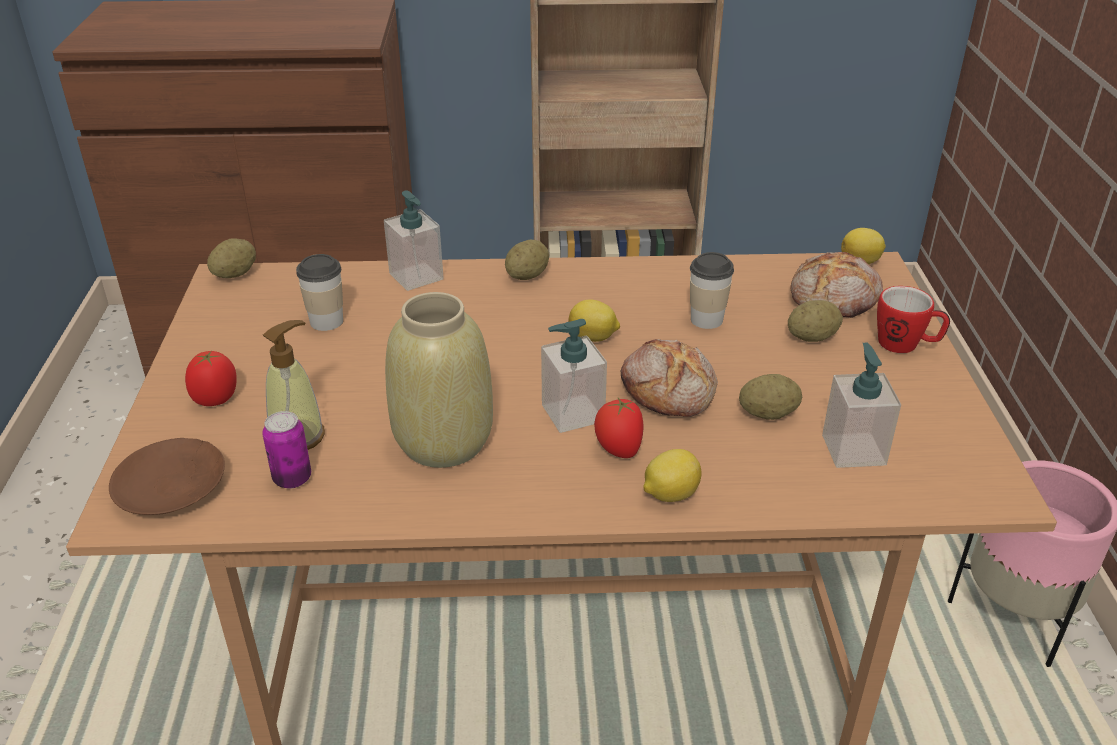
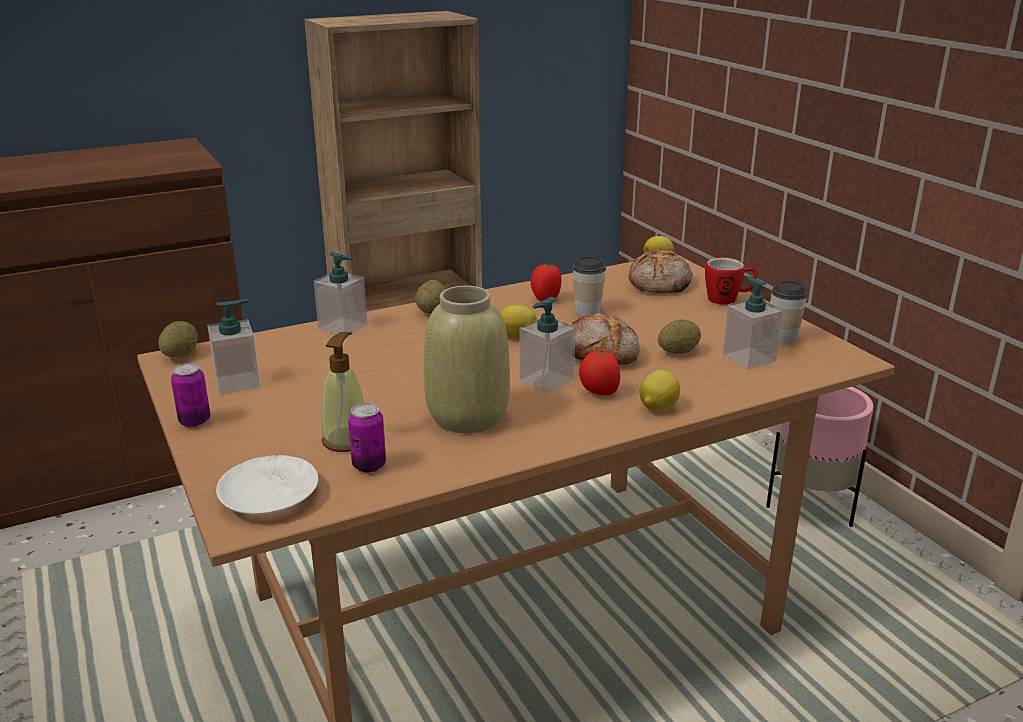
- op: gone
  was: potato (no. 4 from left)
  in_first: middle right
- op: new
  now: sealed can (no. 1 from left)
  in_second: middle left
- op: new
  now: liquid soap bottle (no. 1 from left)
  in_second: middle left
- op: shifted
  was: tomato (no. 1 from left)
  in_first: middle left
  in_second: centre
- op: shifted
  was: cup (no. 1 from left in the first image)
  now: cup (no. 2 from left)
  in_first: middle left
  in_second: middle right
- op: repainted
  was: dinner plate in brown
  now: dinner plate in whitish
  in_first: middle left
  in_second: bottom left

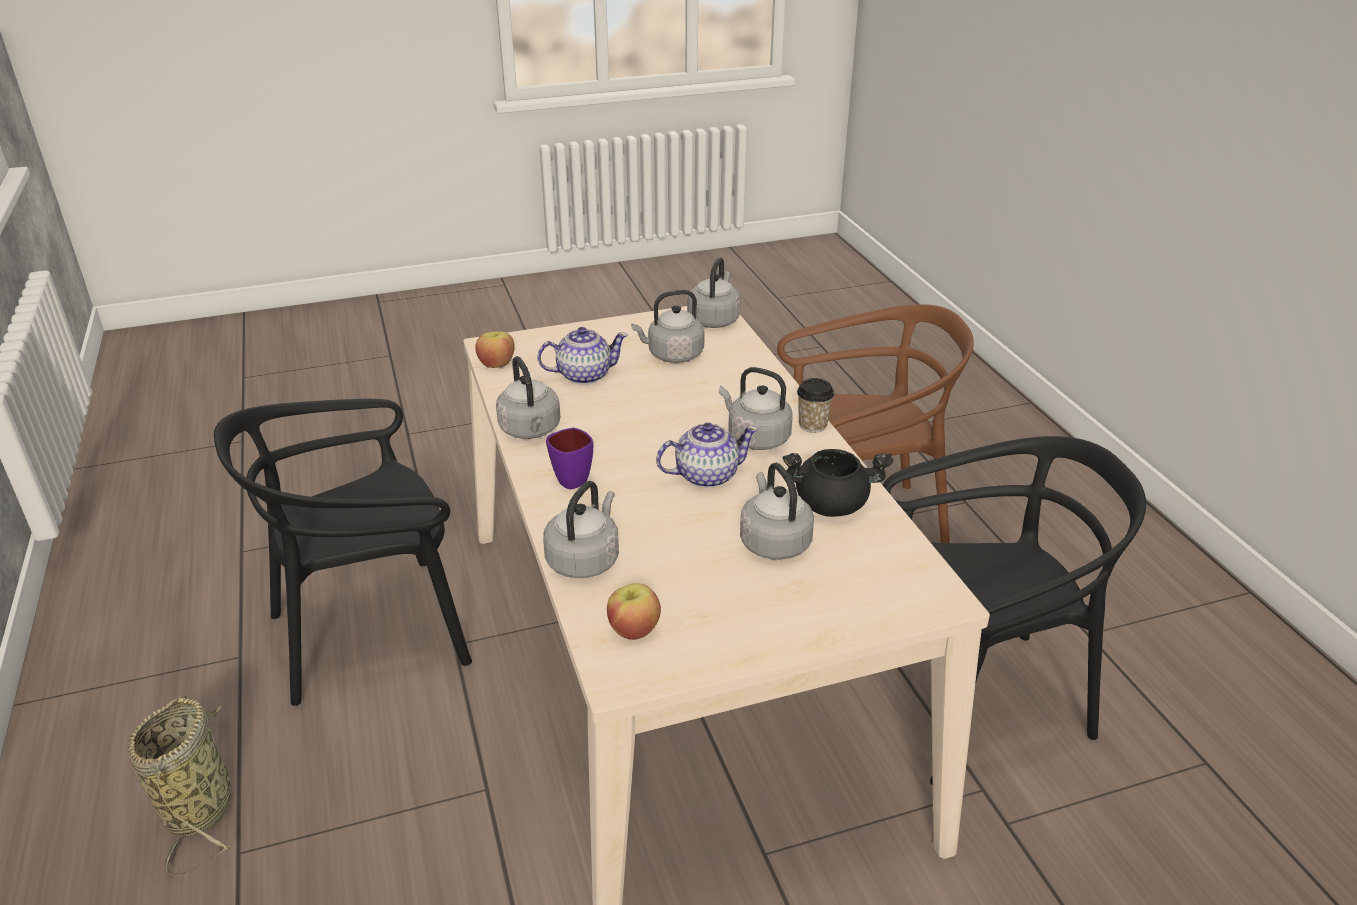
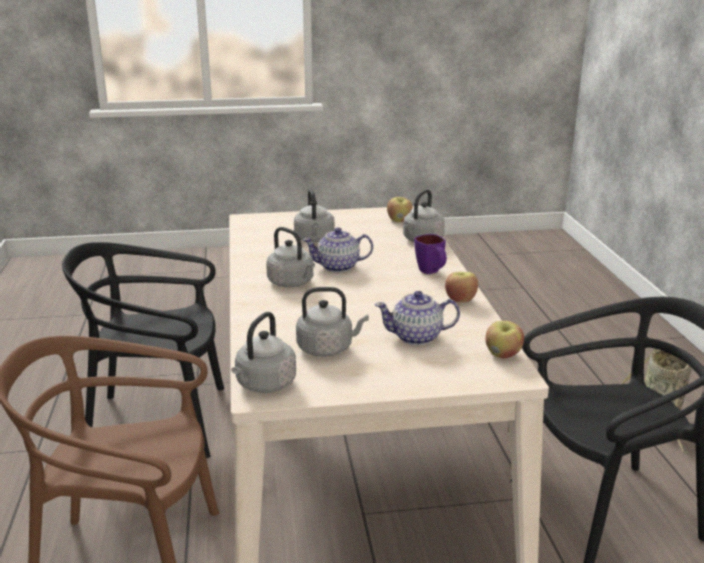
- op: gone
  was: stockpot in black-coloured
  in_first: centre
- op: gone
  was: cup
  in_first: centre
- op: swapped
  was: kettle in grey (no. 1 from left)
  now: apple fruit (no. 2 from left)
  in_first: centre
  in_second: centre

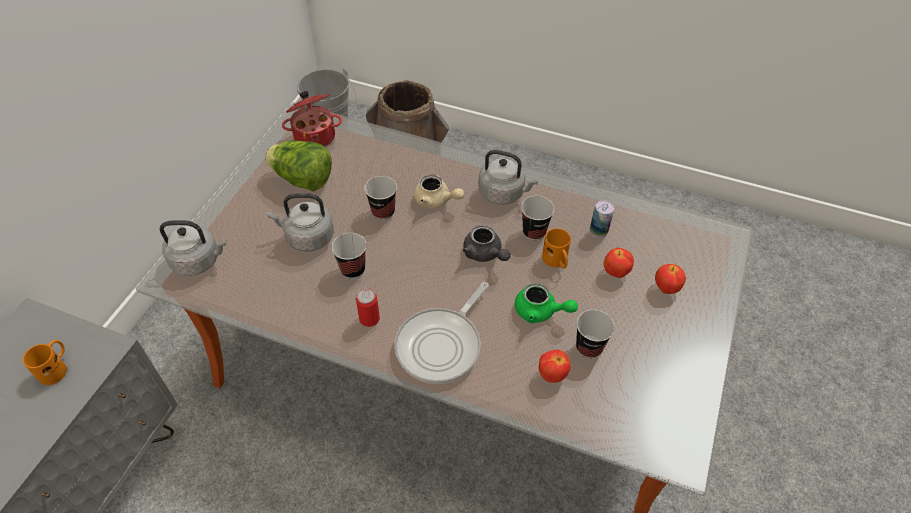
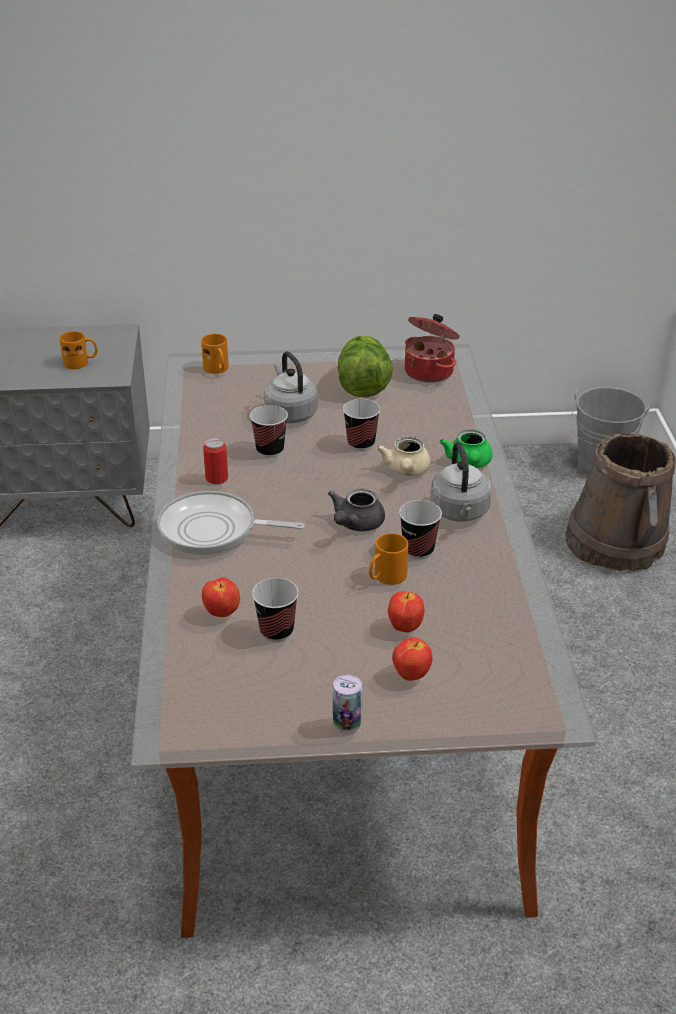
- op: shifted
  was: teapot in green-coloured
  in_first: centre
  in_second: middle right
- op: shifted
  was: sealed can (no. 2 from left)
  in_first: centre
  in_second: bottom centre
- op: swapped
  was: kettle in grey (no. 1 from left)
  now: coffee mug in orange (no. 2 from left)
  in_first: middle left
  in_second: middle left

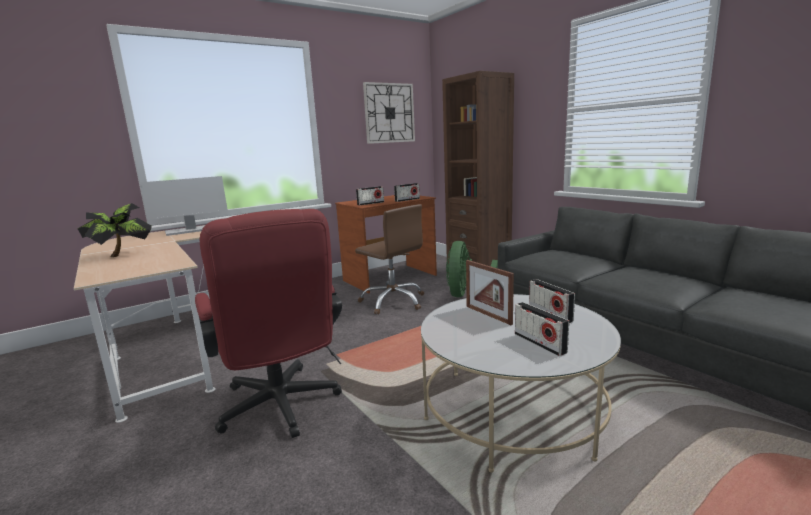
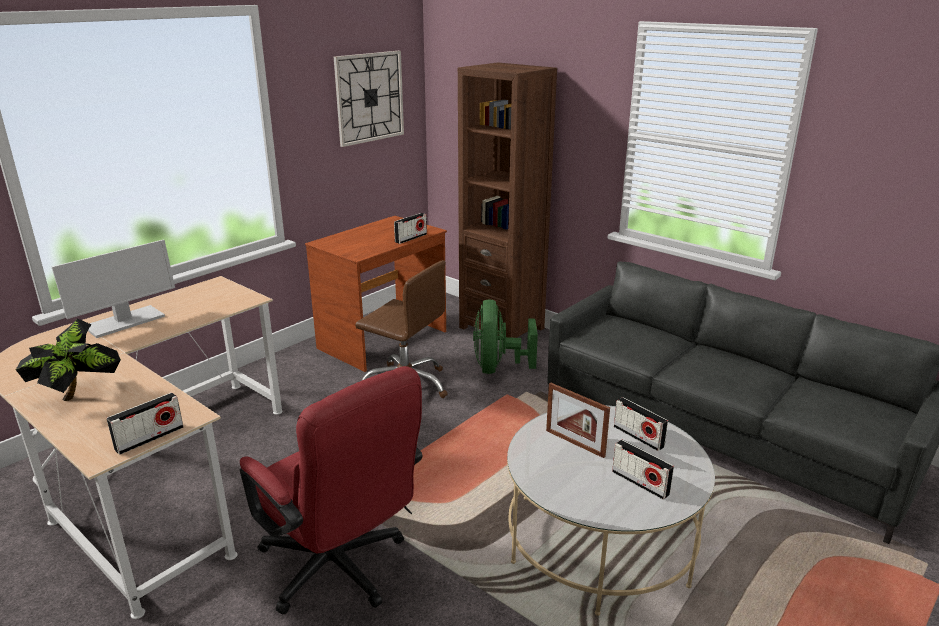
- op: shifted
  was: radio (no. 1 from left)
  in_first: centre
  in_second: bottom left

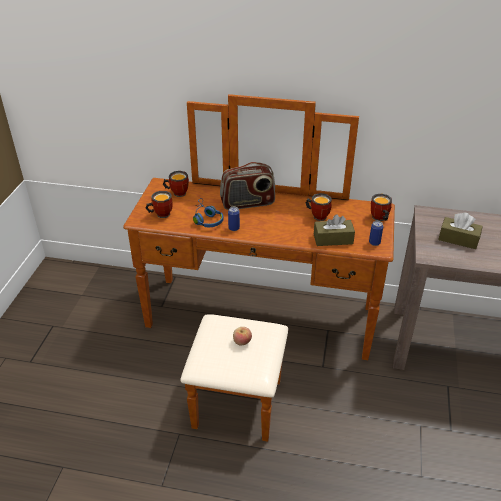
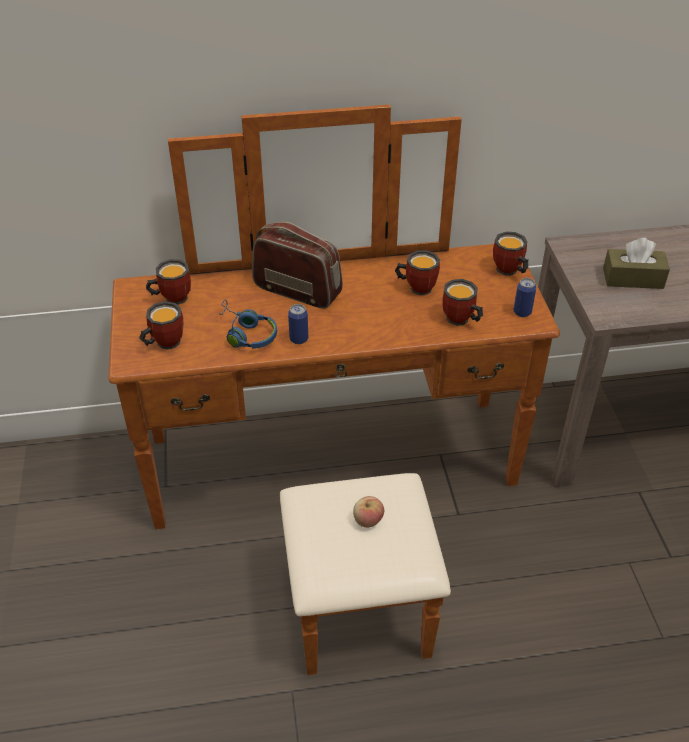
- op: swapped
  was: box of tissues in brown (no. 1 from left)
  now: coffee mug (no. 4 from left)
  in_first: middle right
  in_second: middle right
- op: rotated
  was: radio
  in_first: centre
  in_second: centre
  clockwise: -120

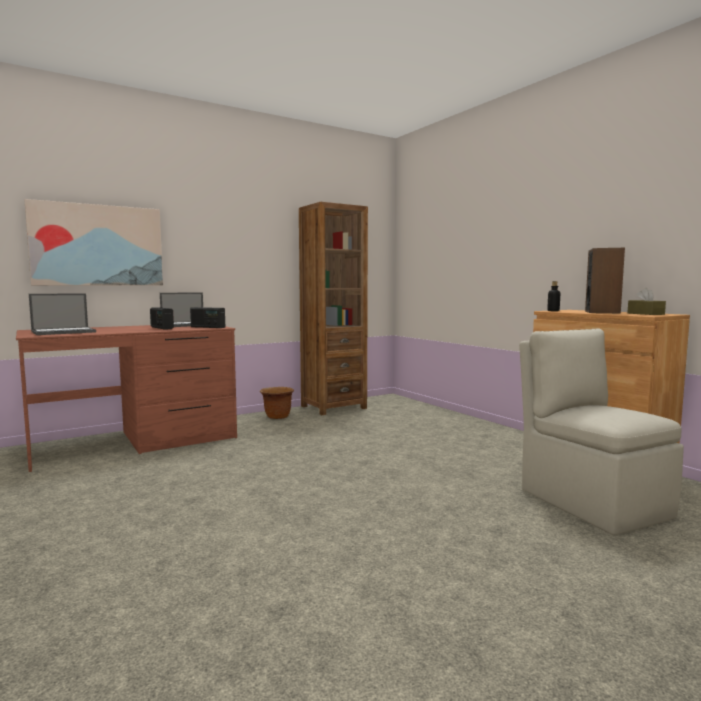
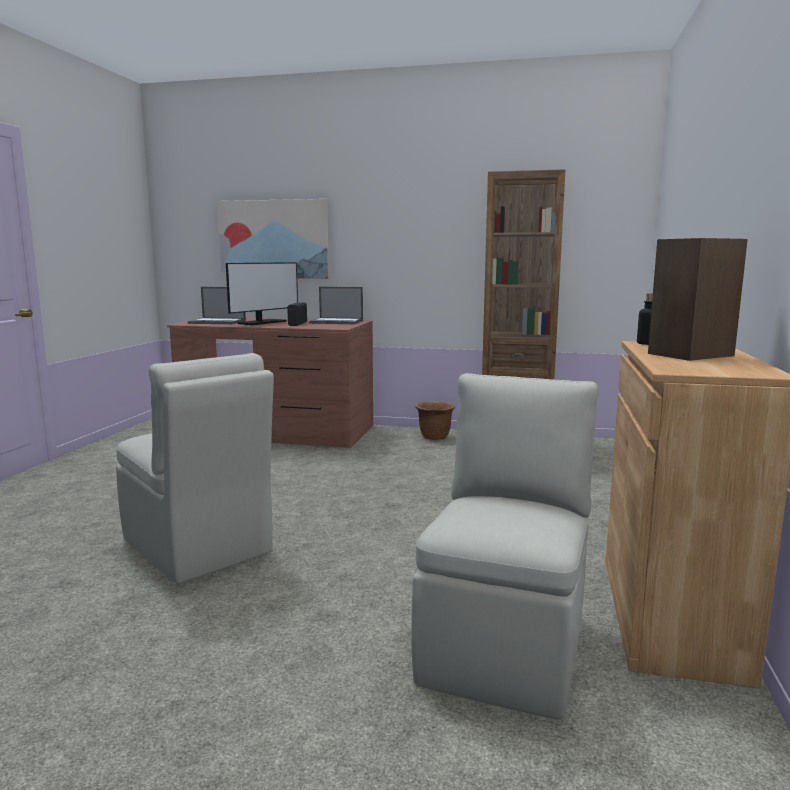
- op: gone
  was: radio (no. 2 from left)
  in_first: middle left
- op: gone
  was: box of tissues in brown
  in_first: middle right
- op: new
  now: plain chair in sand-coloured (no. 1 from left)
  in_second: middle left
- op: new
  now: monitor
  in_second: middle left

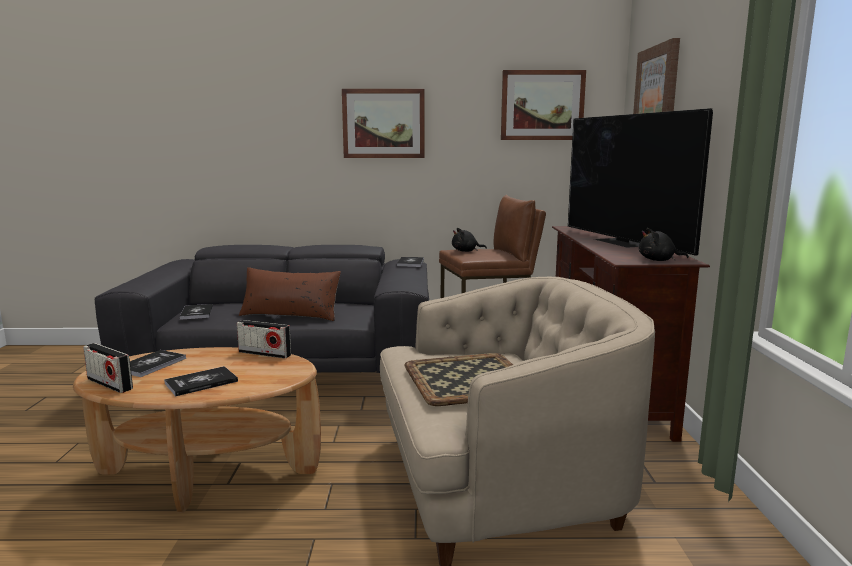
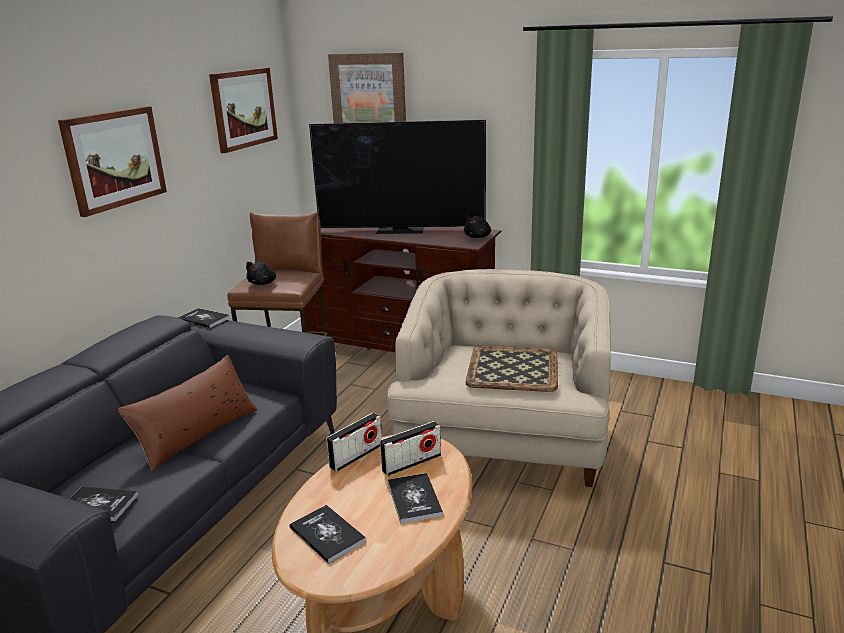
- op: shifted
  was: radio (no. 1 from left in the first image)
  now: radio (no. 2 from left)
  in_first: middle left
  in_second: bottom centre

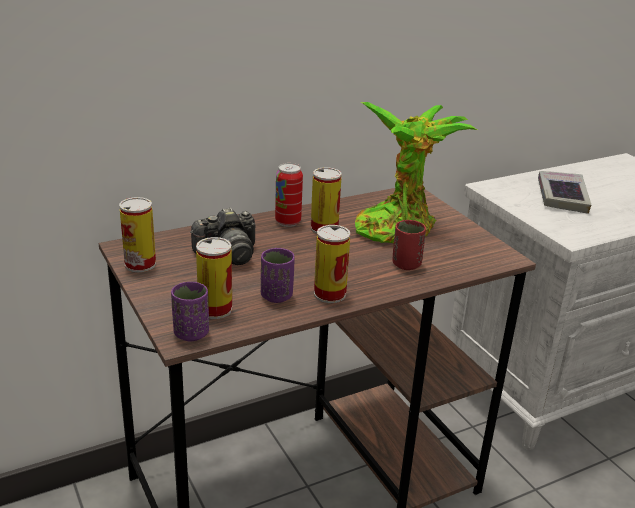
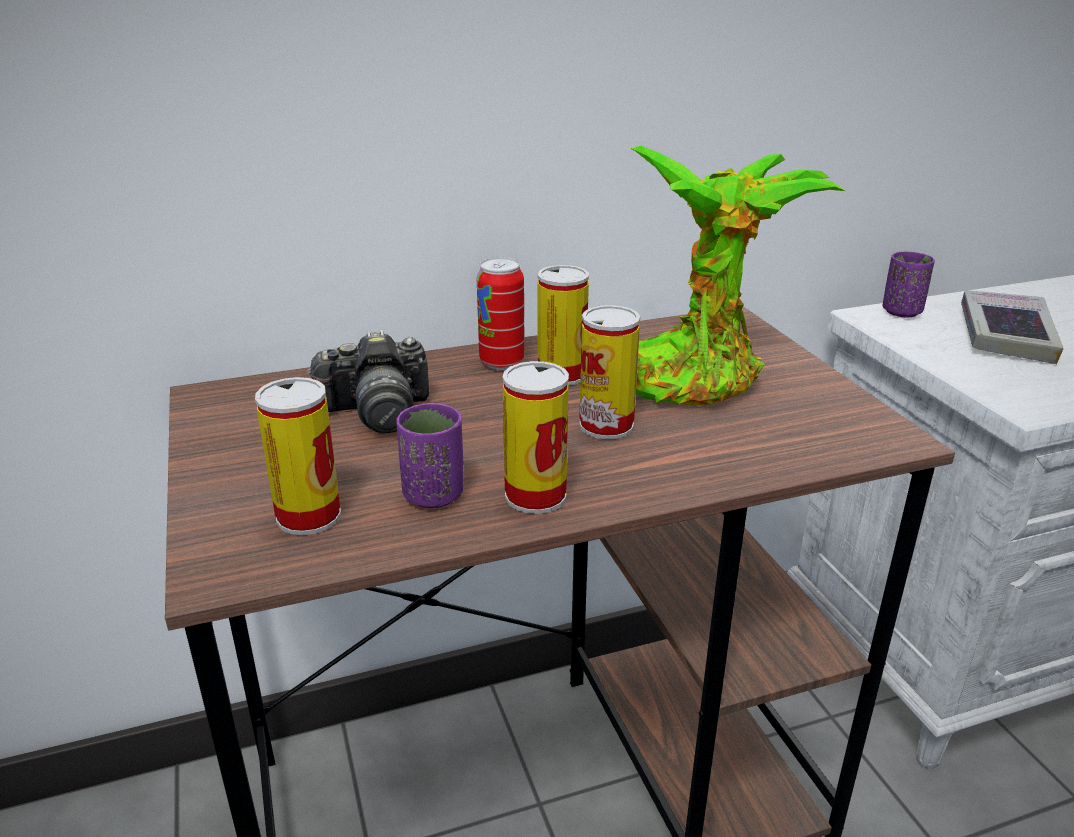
- op: gone
  was: cup in red-coloured
  in_first: centre
- op: shifted
  was: sealed can (no. 1 from left in the first image)
  now: sealed can (no. 5 from left)
  in_first: middle left
  in_second: centre
- op: shifted
  was: cup in purple (no. 1 from left in the first image)
  now: cup in purple (no. 2 from left)
  in_first: middle left
  in_second: middle right

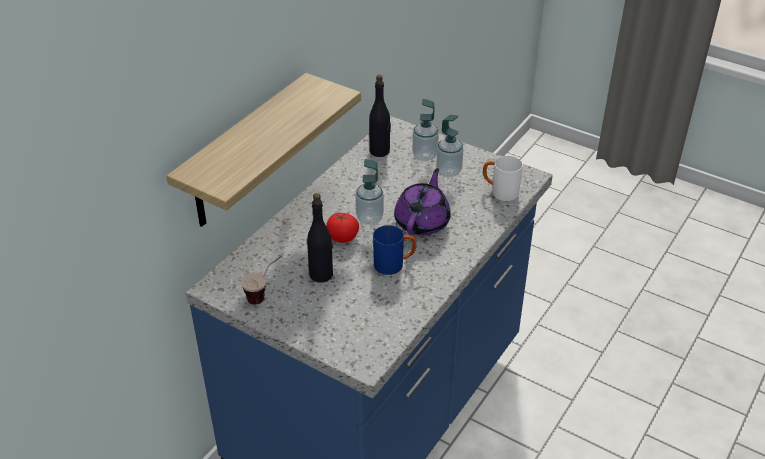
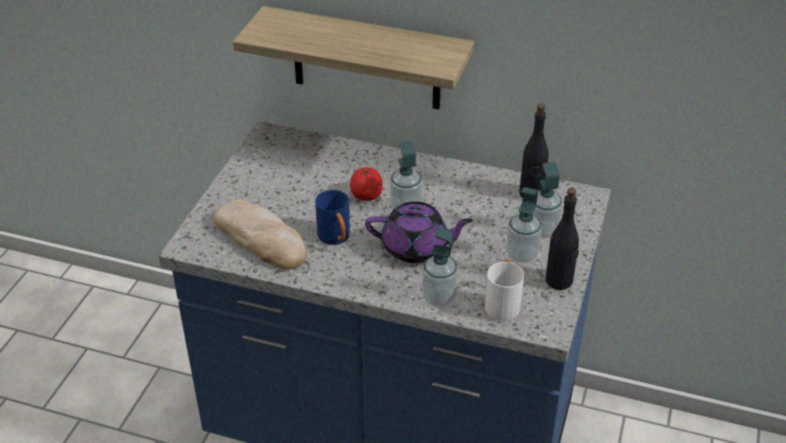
- op: gone
  was: cup
  in_first: centre
- op: new
  now: bread
  in_second: middle left
- op: new
  now: liquid soap bottle (no. 2 from left)
  in_second: centre
- op: shifted
  was: drink bottle in black-coloured (no. 1 from left in the first image)
  now: drink bottle in black-coloured (no. 2 from left)
  in_first: centre
  in_second: middle right

